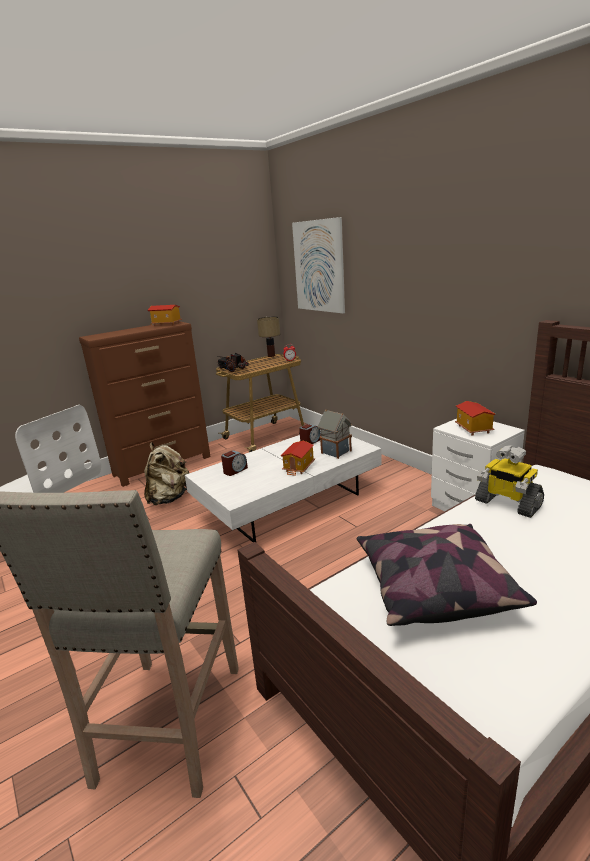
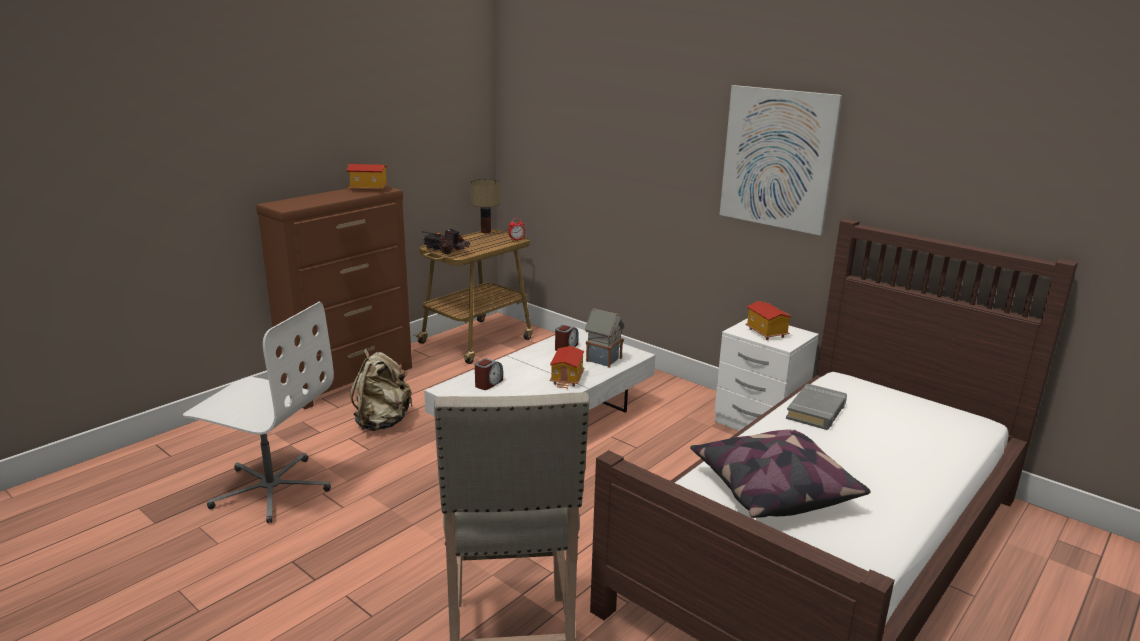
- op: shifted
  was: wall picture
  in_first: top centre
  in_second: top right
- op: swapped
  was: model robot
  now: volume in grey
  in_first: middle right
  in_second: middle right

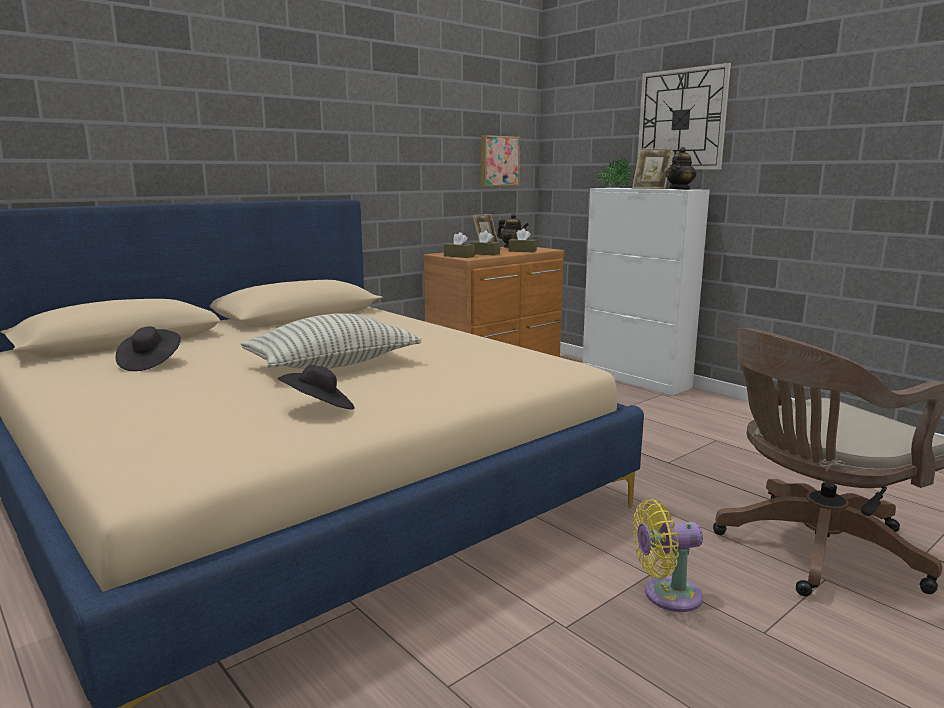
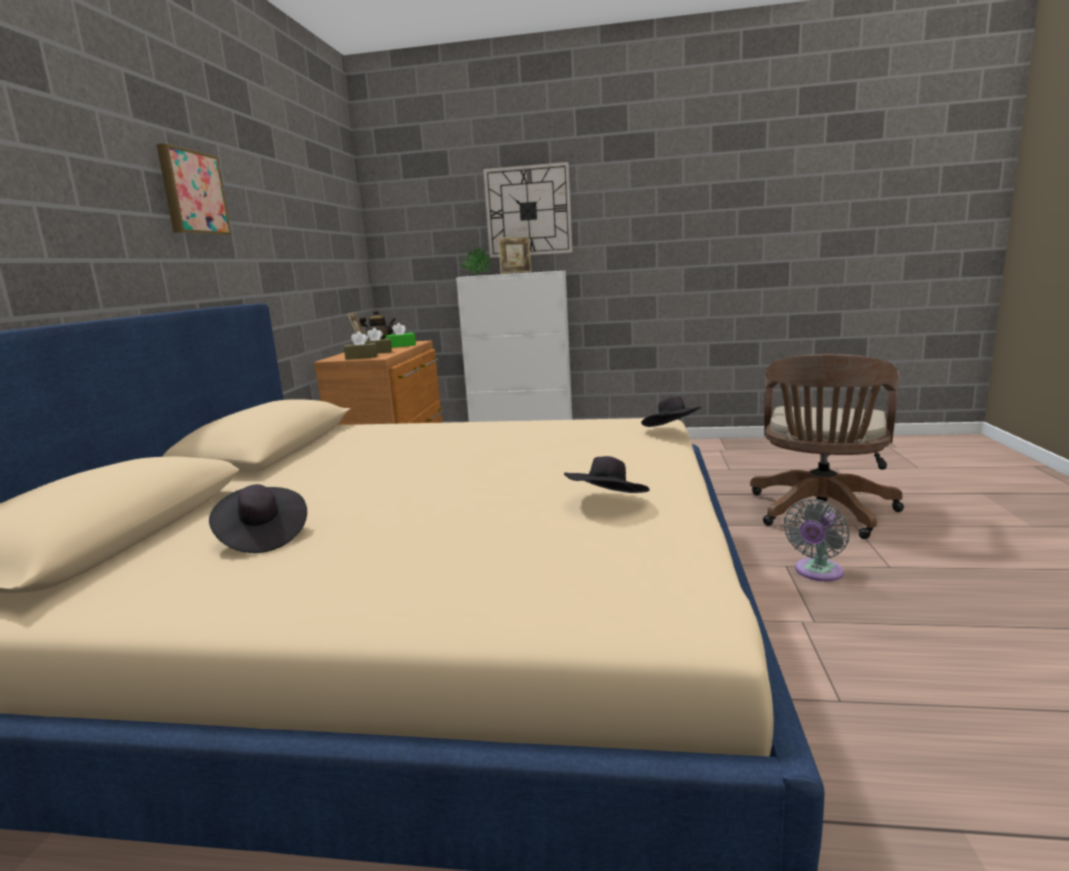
- op: gone
  was: throw pillow
  in_first: centre
- op: gone
  was: teapot (no. 2 from left)
  in_first: top right
- op: new
  now: clothing hat in black-coloured (no. 3 from left)
  in_second: centre
- op: shifted
  was: wall picture
  in_first: top centre
  in_second: top left
- op: repainted
  was: box of tissues in brown (no. 3 from left)
  now: box of tissues in green-coloured
  in_first: centre
  in_second: centre
- op: repainted
  was: cooling fan in yellowish
  now: cooling fan in grey
  in_first: bottom right
  in_second: middle right

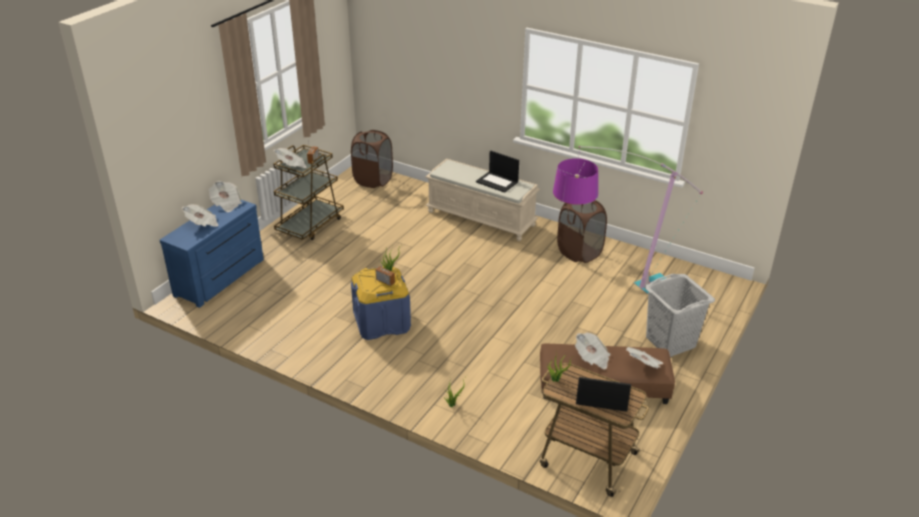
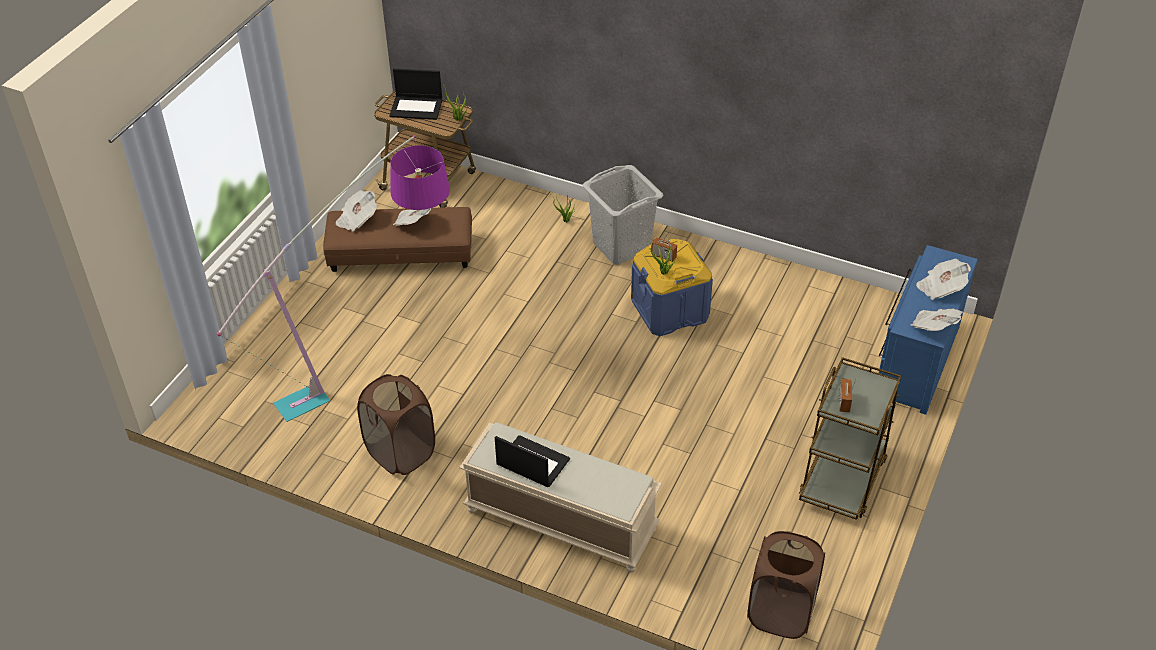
- op: gone
  was: printed paper (no. 3 from left)
  in_first: top left
- op: shifted
  was: hamper in grey
  in_first: middle right
  in_second: top centre

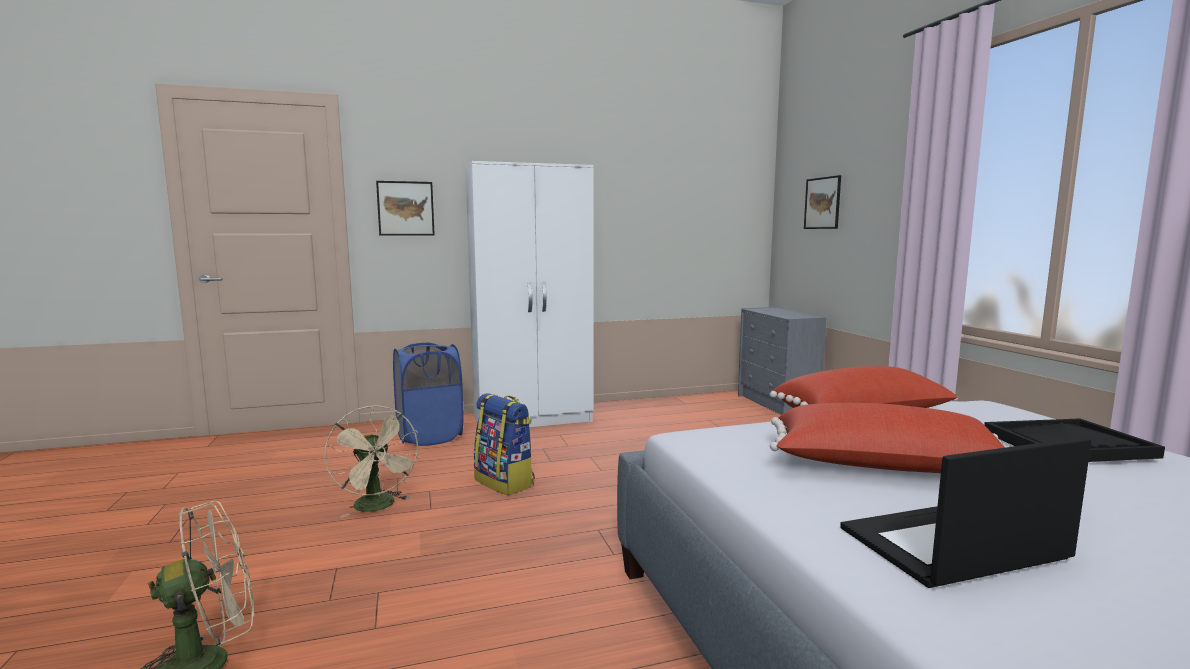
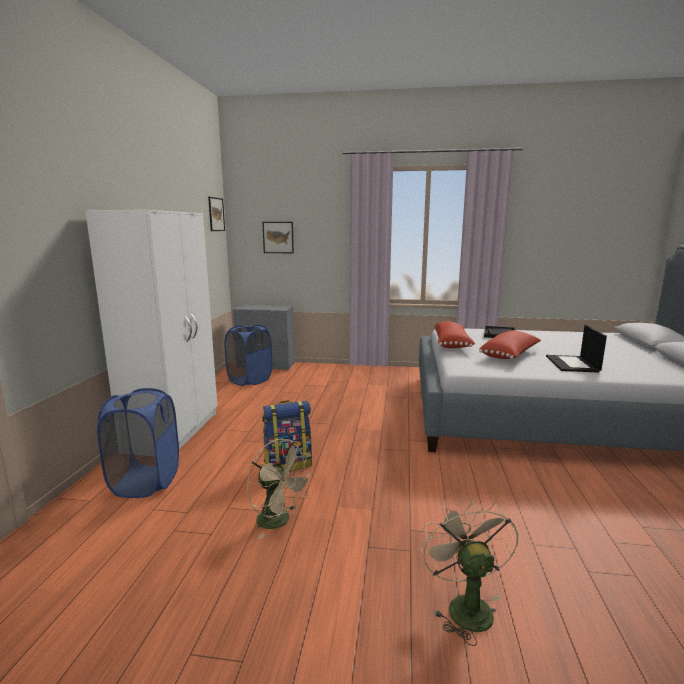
- op: new
  now: hamper in bluish (no. 2 from left)
  in_second: centre
- op: shifted
  was: wall picture (no. 1 from left)
  in_first: top centre
  in_second: top left
- op: rotated
  was: cooling fan in sand-coloured (no. 2 from left in the first image)
  in_first: bottom left
  in_second: bottom centre
  clockwise: 45

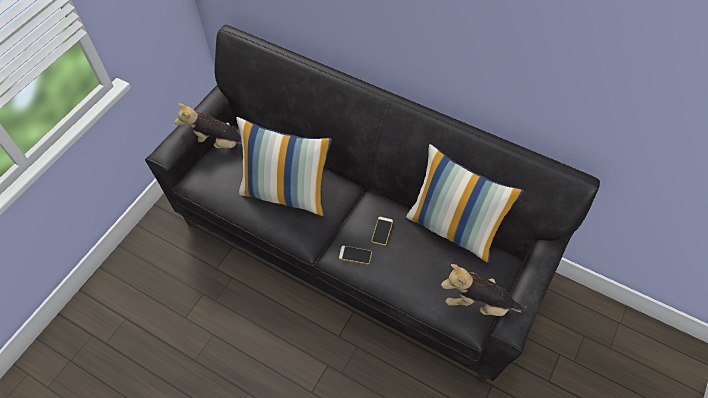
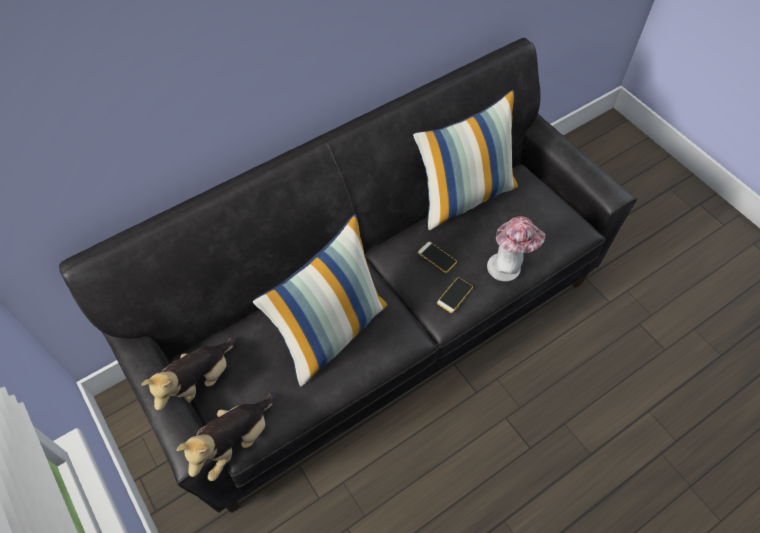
- op: new
  now: clothing hat
  in_second: middle right
- op: shifted
  was: cuddly toy (no. 2 from left)
  in_first: bottom right
  in_second: bottom left

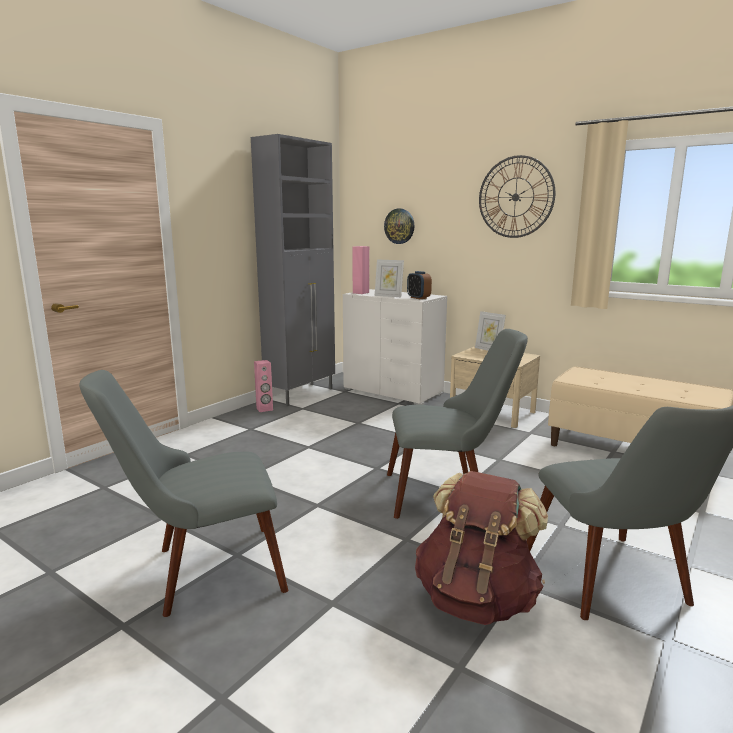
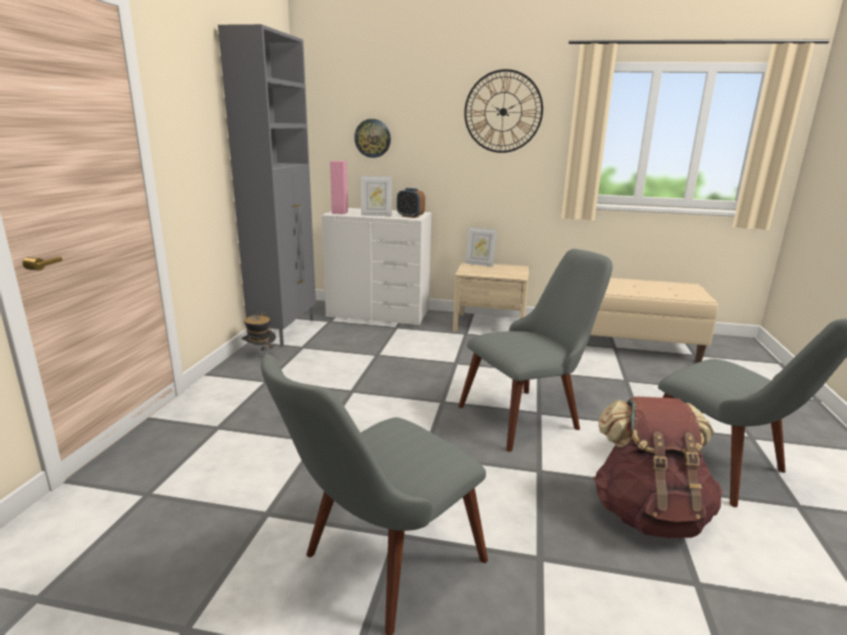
- op: swapped
  was: audio speaker in pink-coloured (no. 1 from left)
  now: clothing hat
  in_first: centre
  in_second: middle left

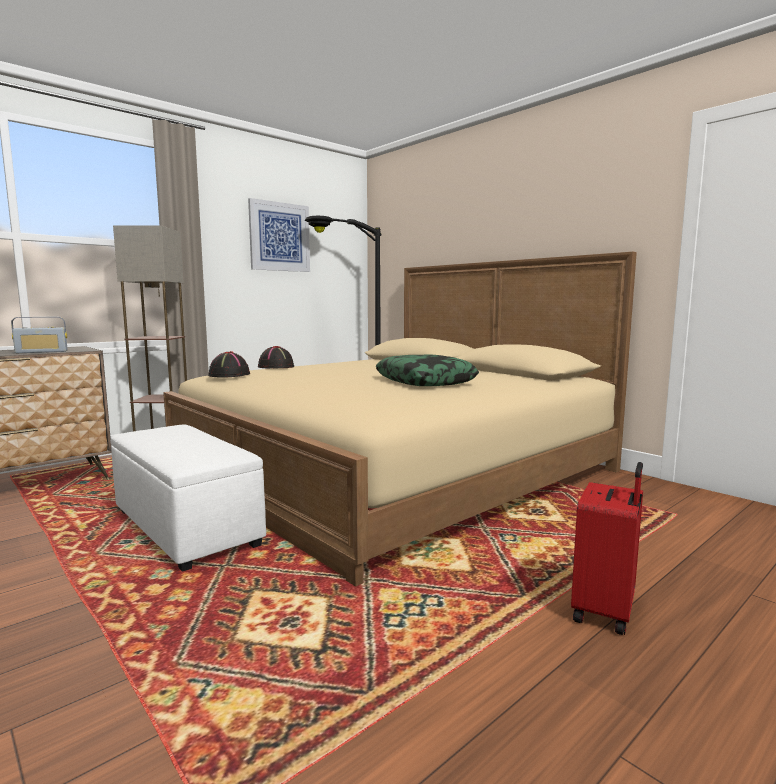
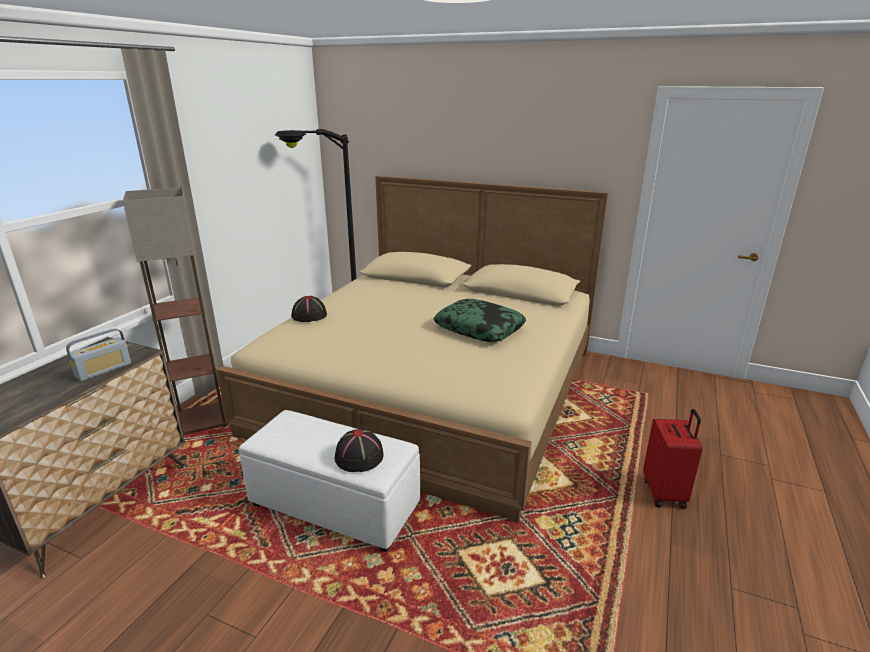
- op: gone
  was: wall picture
  in_first: top centre
- op: shifted
  was: clothing hat in black-coloured (no. 1 from left in the first image)
  now: clothing hat in black-coloured (no. 2 from left)
  in_first: middle left
  in_second: bottom centre

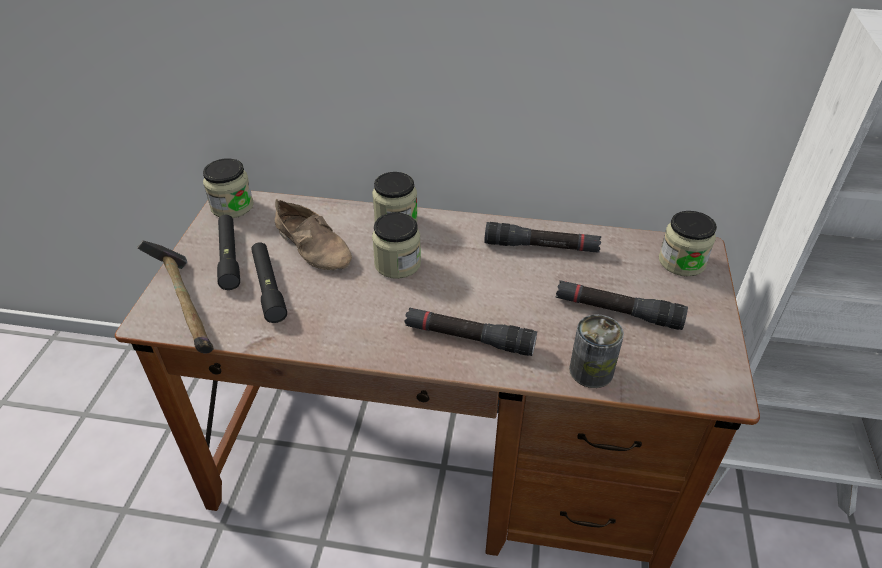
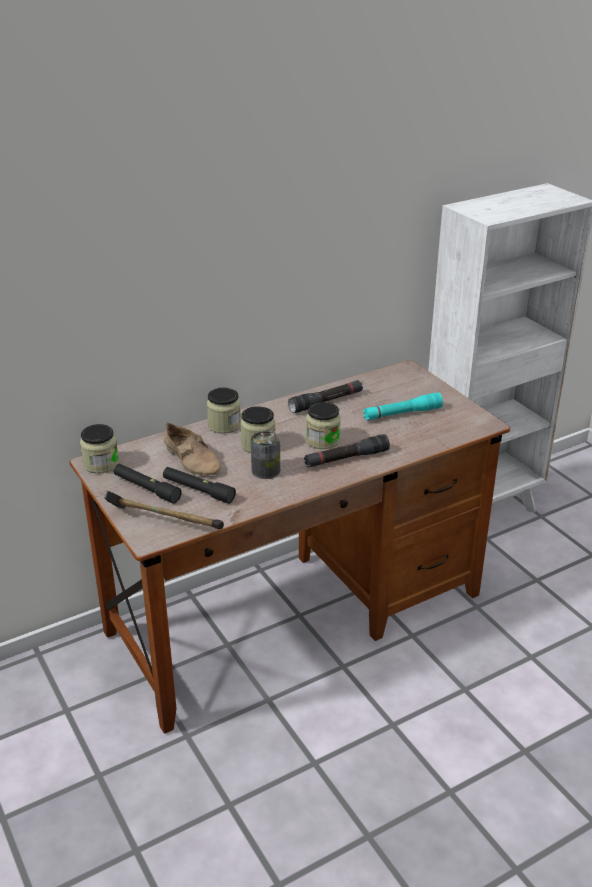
- op: shifted
  was: sealed can
  in_first: middle right
  in_second: centre
- op: shifted
  was: preserve jar (no. 4 from left)
  in_first: middle right
  in_second: centre
- op: repainted
  was: torch in black-coloured (no. 5 from left)
  now: torch in blue-green
  in_first: middle right
  in_second: middle right
- op: rotated
  was: item of footwear in sand-coloured
  in_first: centre
  in_second: middle left
  clockwise: 45

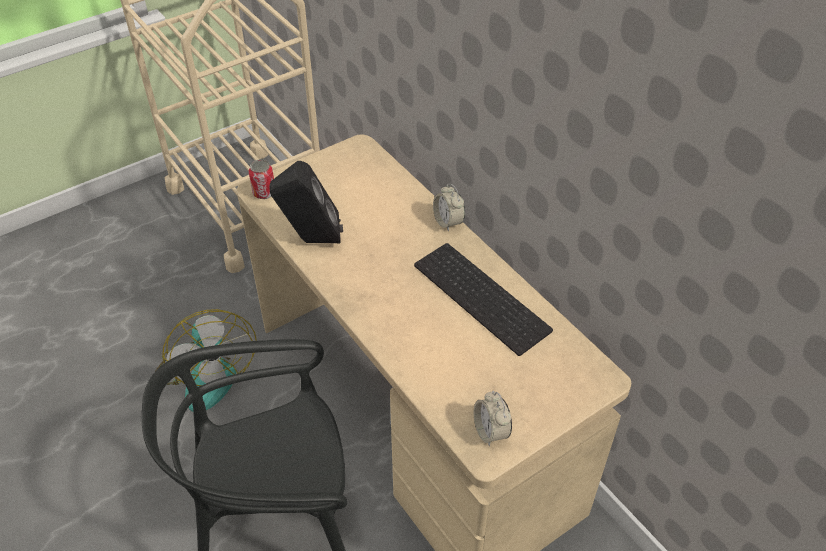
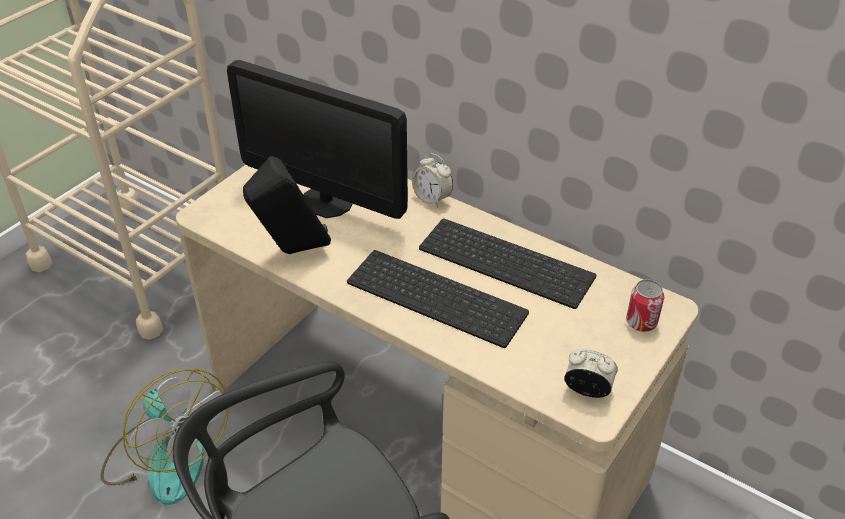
- op: new
  now: monitor
  in_second: top centre
- op: new
  now: keyboard (no. 1 from left)
  in_second: centre
- op: shifted
  was: sealed can
  in_first: top left
  in_second: middle right
- op: rotated
  was: alarm clock (no. 2 from left)
  in_first: bottom centre
  in_second: bottom right
  clockwise: 150

